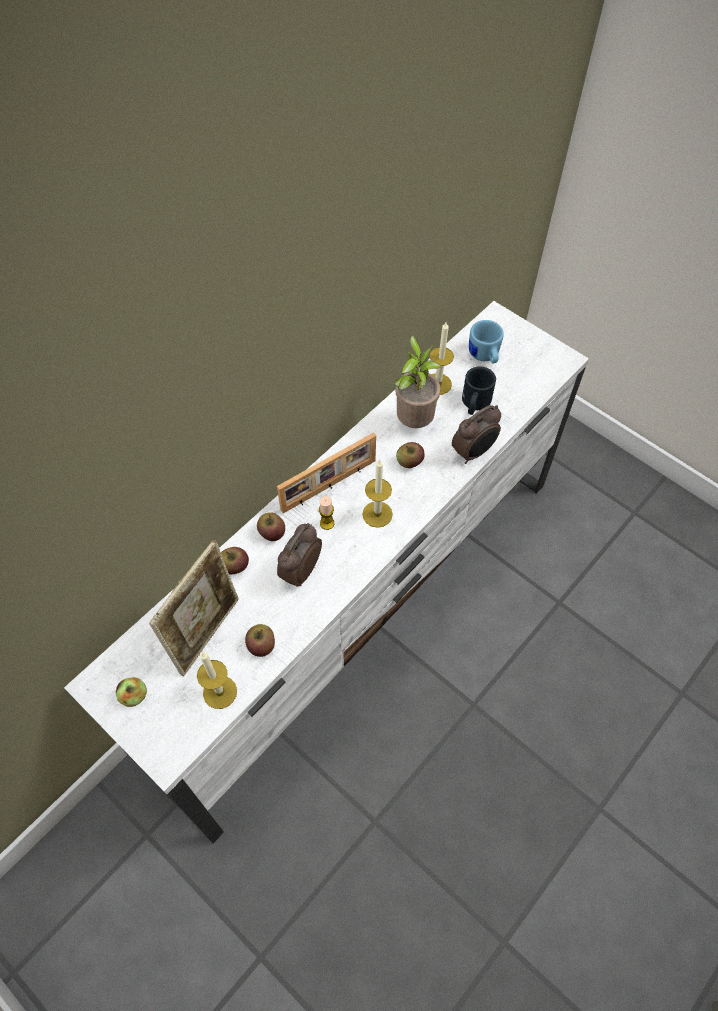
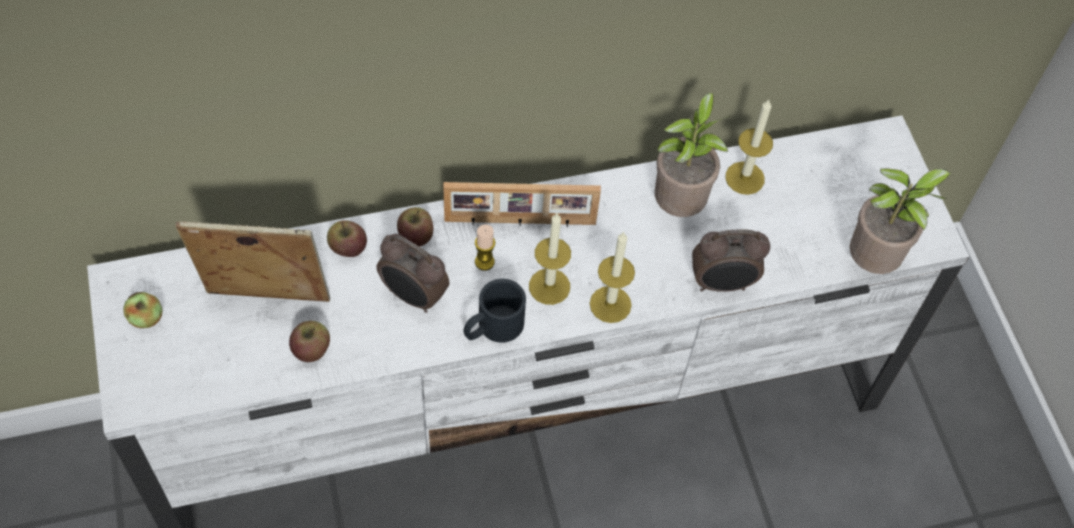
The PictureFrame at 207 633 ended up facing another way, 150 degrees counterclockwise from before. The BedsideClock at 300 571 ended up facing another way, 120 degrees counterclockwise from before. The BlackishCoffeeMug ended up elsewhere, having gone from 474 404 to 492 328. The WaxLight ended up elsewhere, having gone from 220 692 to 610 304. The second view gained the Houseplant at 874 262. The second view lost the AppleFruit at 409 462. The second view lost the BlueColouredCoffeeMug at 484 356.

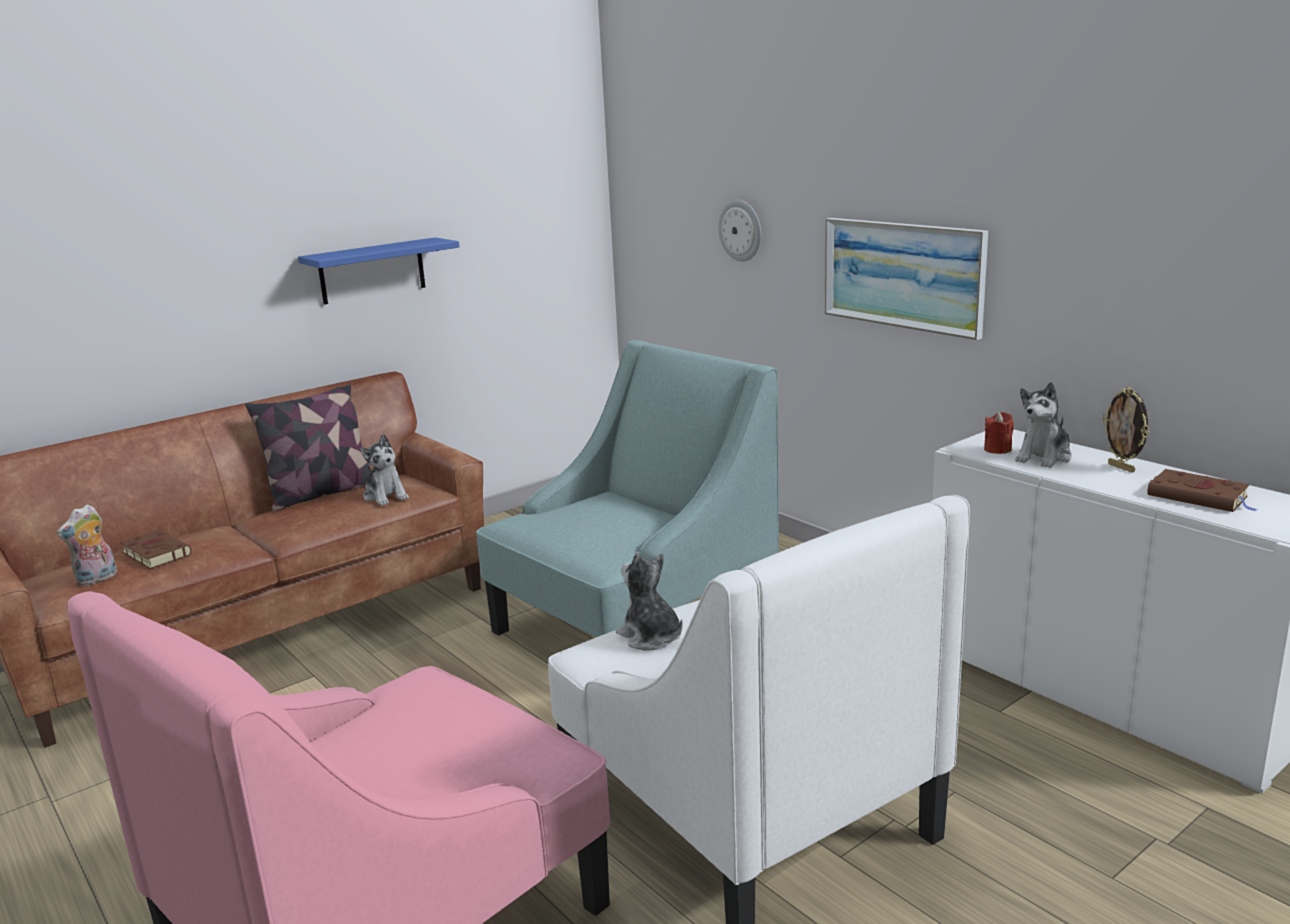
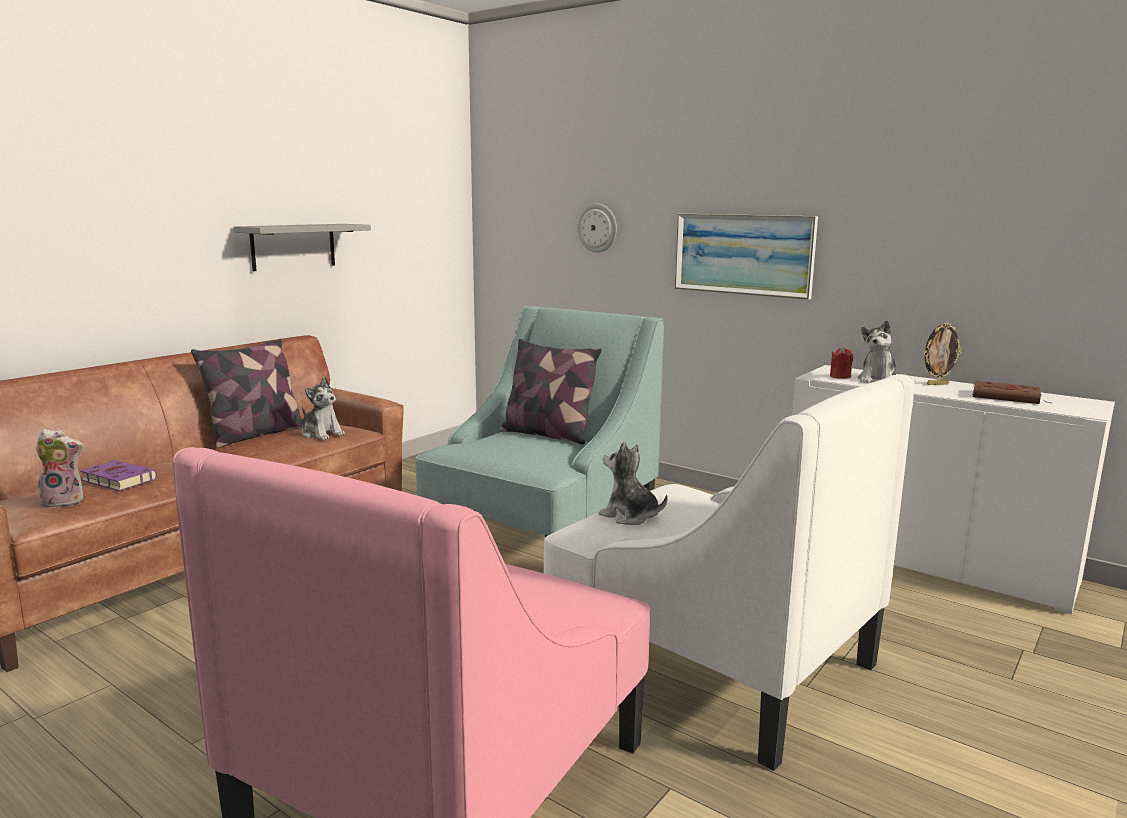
The CuddlyToy at 97 579 ended up facing another way, 120 degrees counterclockwise from before. What was the BrownishBoundBook at 155 553 turned into the PurplishBoundBook at 117 480. What was the BlueColouredShelf at 372 271 turned into the GreyShelf at 293 246. The second view gained the ThrowPillow at 547 434. The PictureFrame at 1122 468 ended up facing another way, 60 degrees counterclockwise from before.

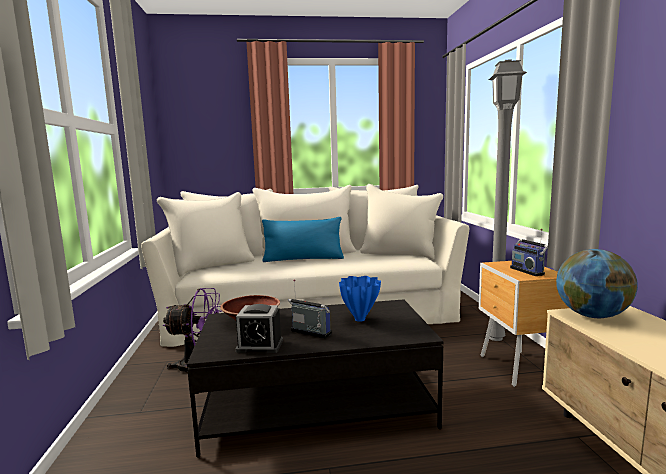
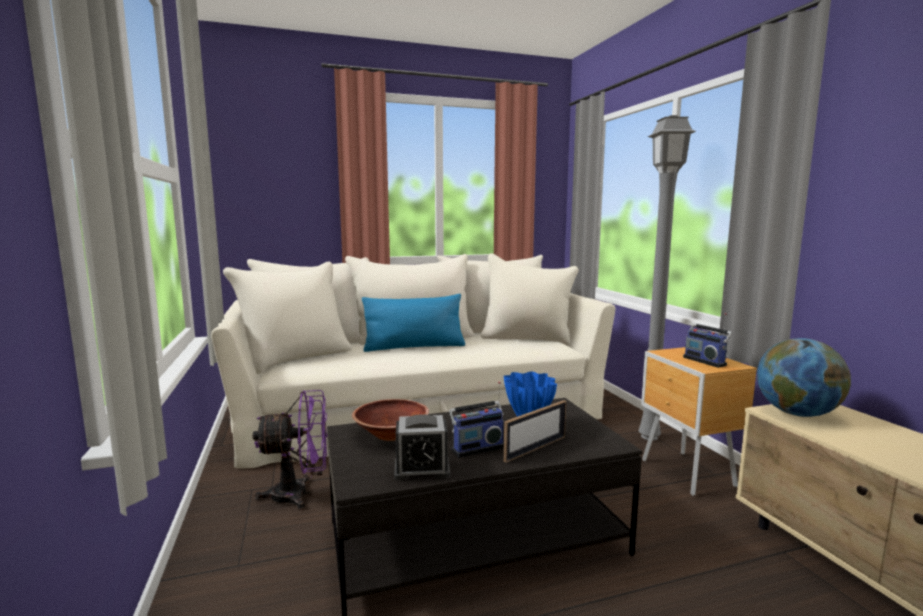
The RadioReceiver at 310 333 ended up facing another way, 135 degrees clockwise from before. The second view gained the PictureFrame at 535 448.

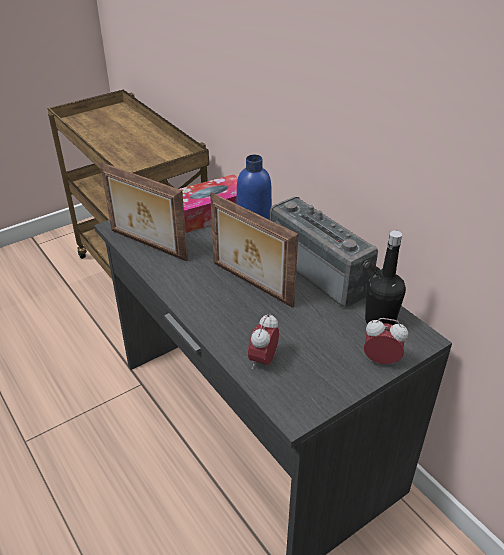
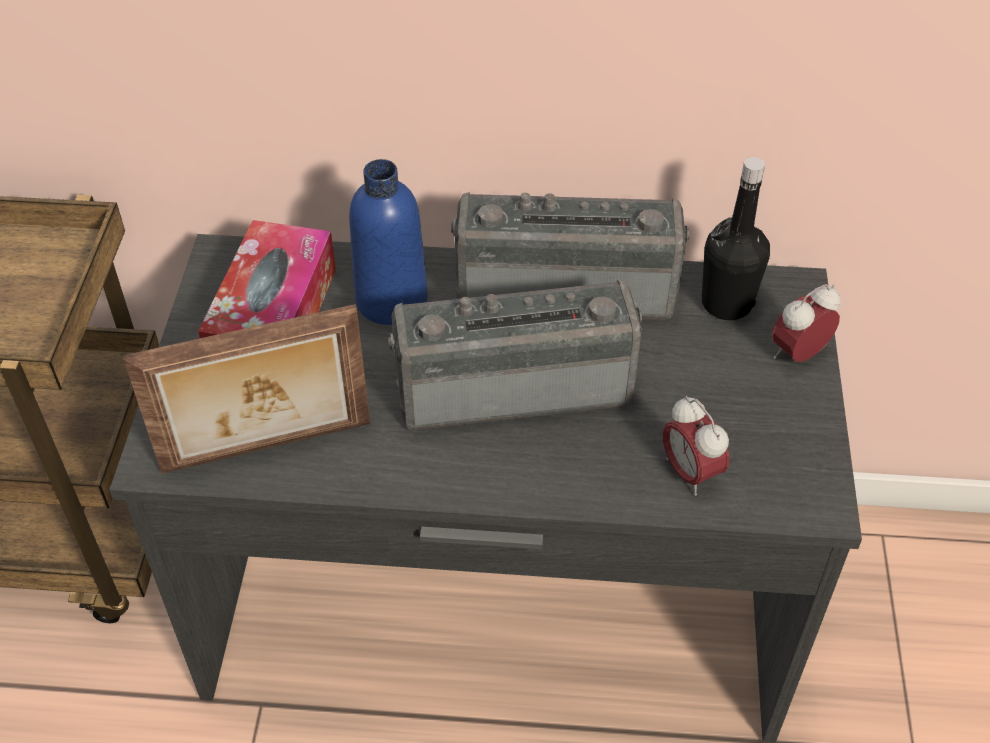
Where the PictureFrame stood at 250 284, the RadioReceiver came to stand at 513 383.

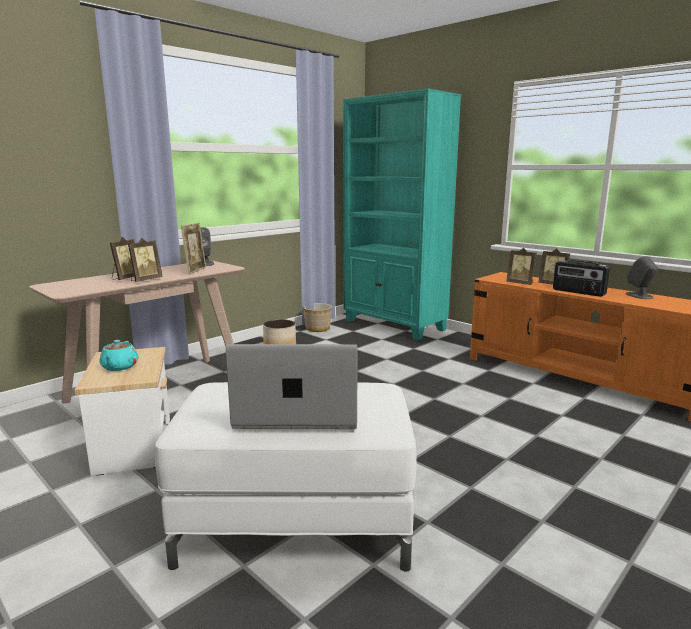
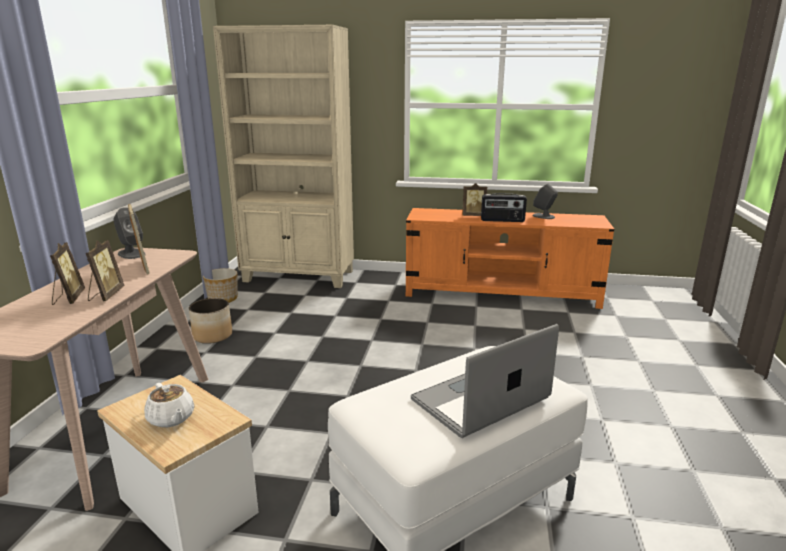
What was the TurquoiseColouredTeaPot at 119 367 turned into the WhitishTeaPot at 171 418. What was the TurquoiseColouredBookcase at 394 325 turned into the BeigeBookcase at 299 276. The second view lost the PictureFrame at 520 284.

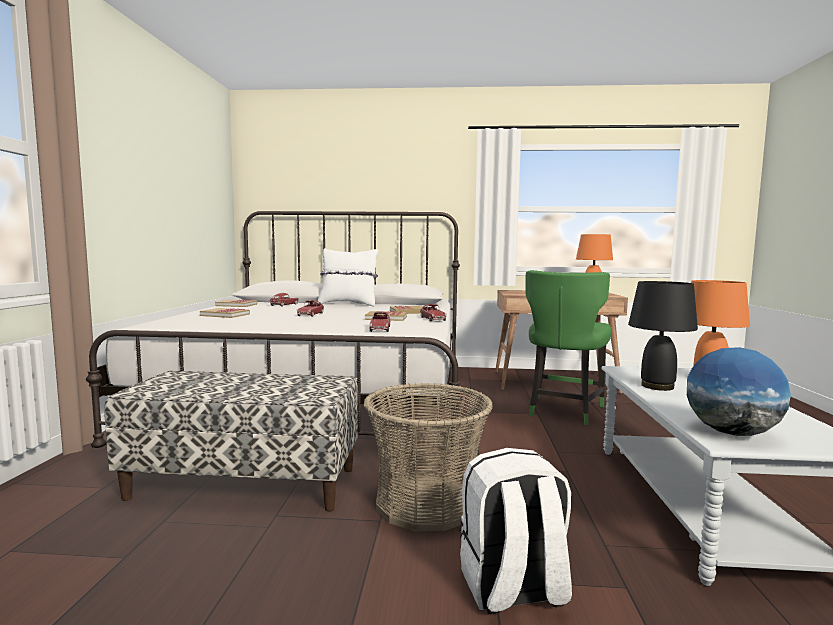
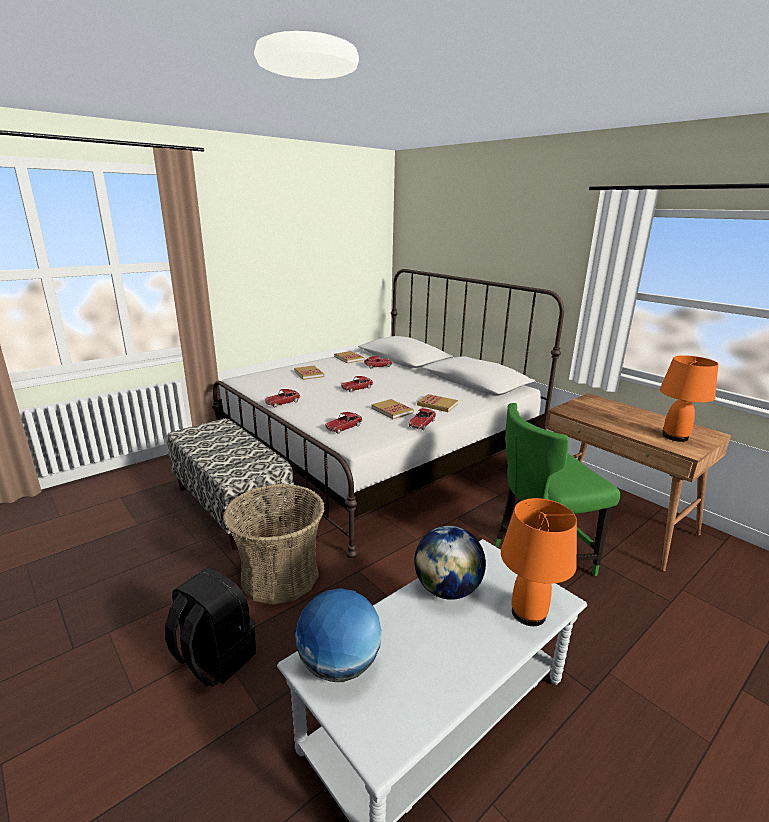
What was the WhitishRucksack at 512 589 turned into the BlackishRucksack at 214 658. The second view gained the MiniatureCar at 282 402. Where the BlackishLampForATable stood at 658 386, the Globe came to stand at 447 589. The second view lost the WhitishThrowPillow at 348 304.

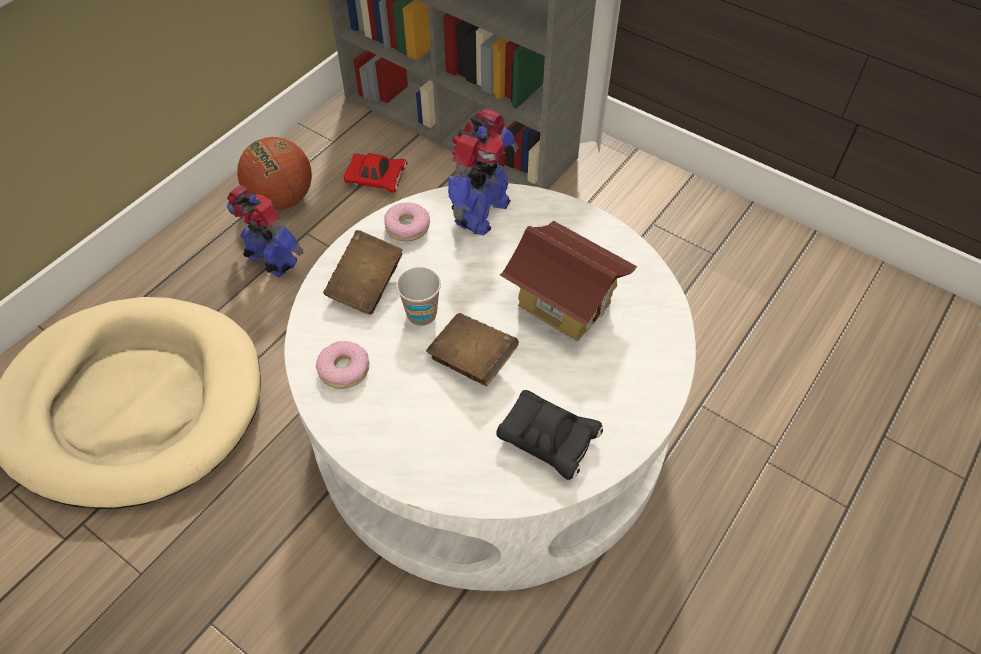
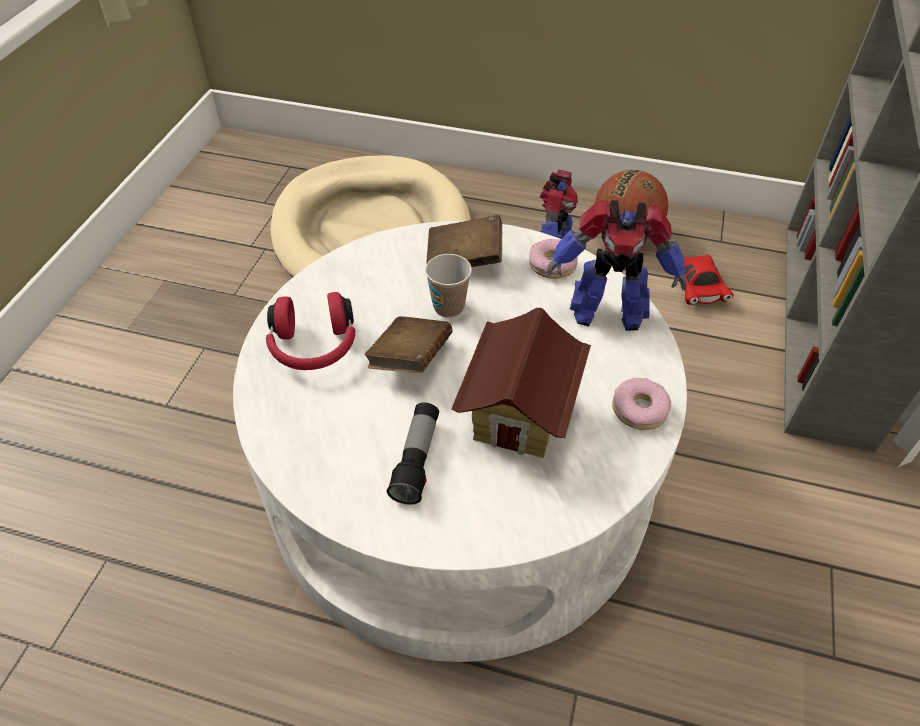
The second view gained the RedHeadset at 314 347. The second view gained the HandTorch at 417 460. The Doughnut ended up elsewhere, having gone from 344 369 to 639 409. The second view lost the BlackishMiniatureCar at 547 441.

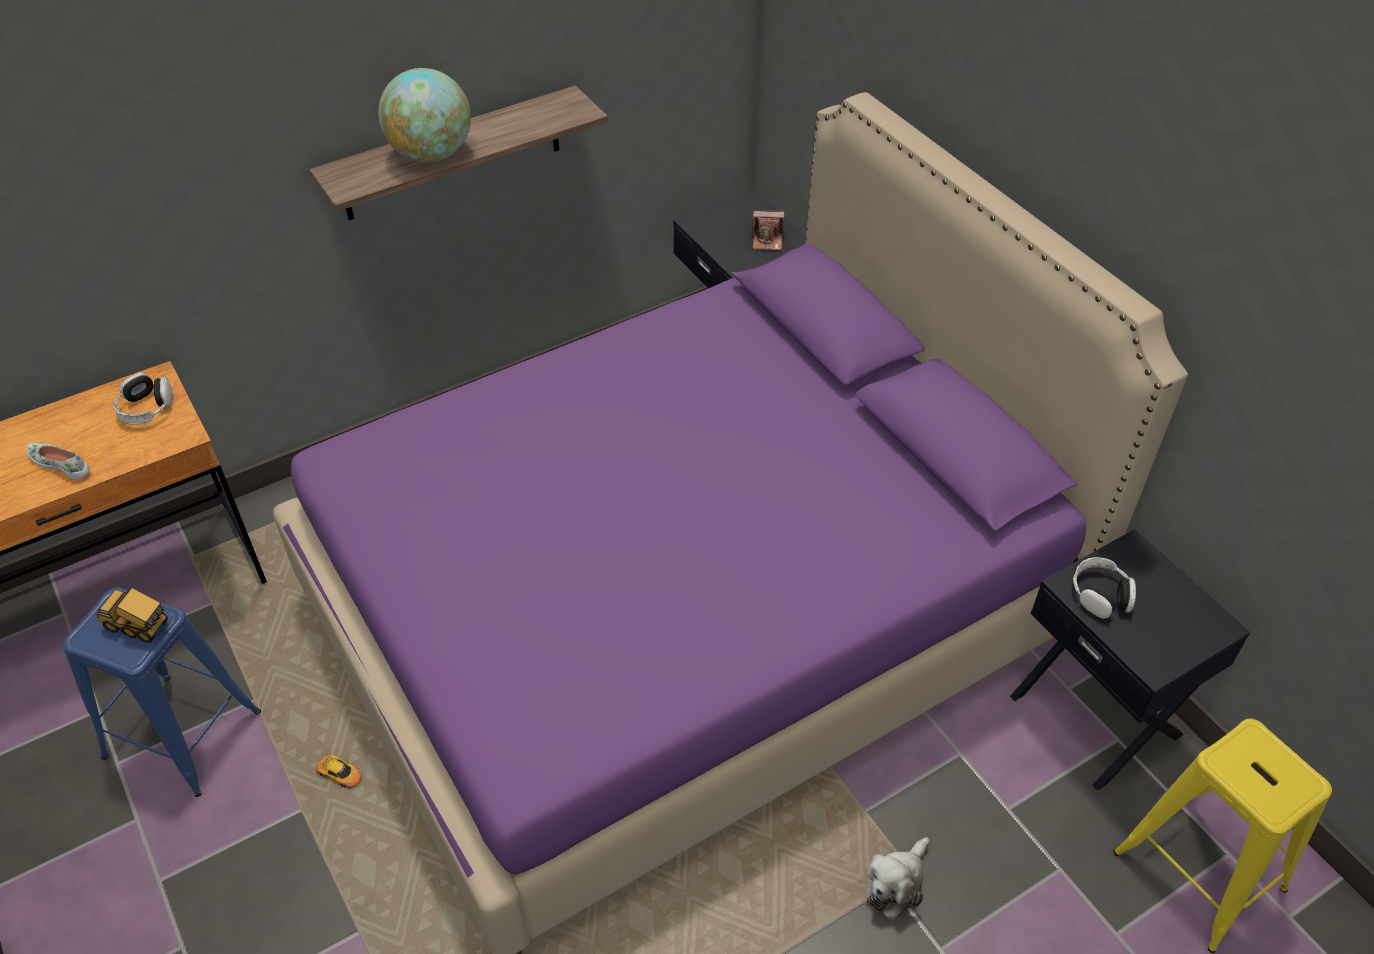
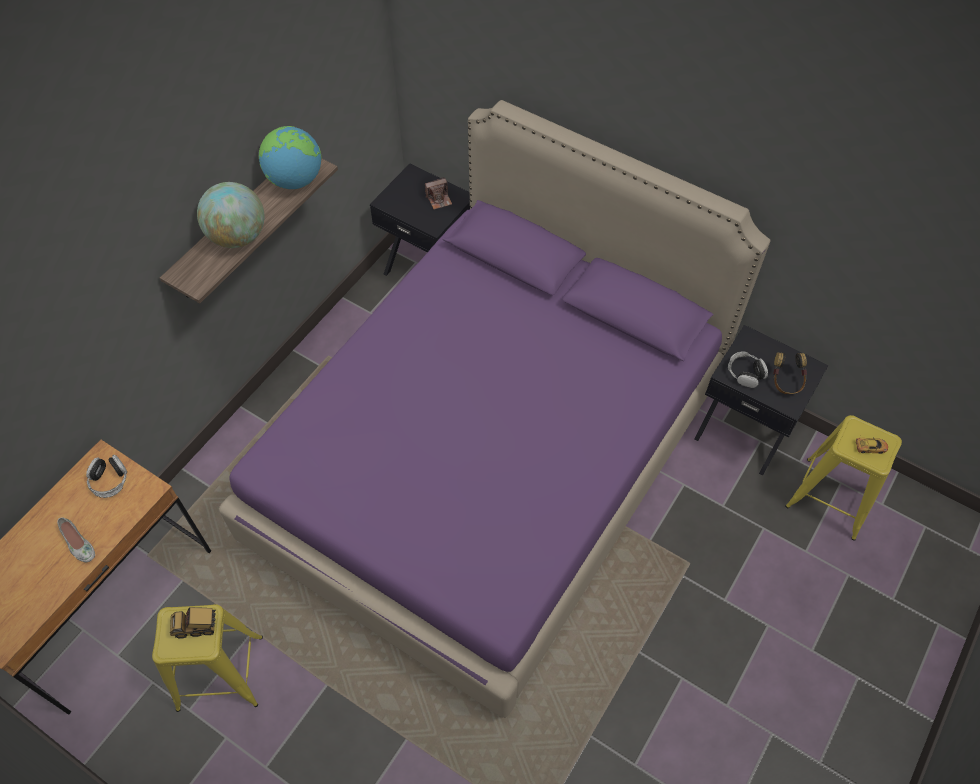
The WhitishShoe at 61 464 ended up facing another way, 135 degrees counterclockwise from before. What was the BlueColouredSittingStool at 182 734 turned into the YellowSittingStool at 220 673. The second view gained the Globe at 295 180. The second view gained the Headset at 786 382. The MiniatureCar ended up elsewhere, having gone from 340 774 to 870 447. The second view lost the CuddlyToy at 895 883.

